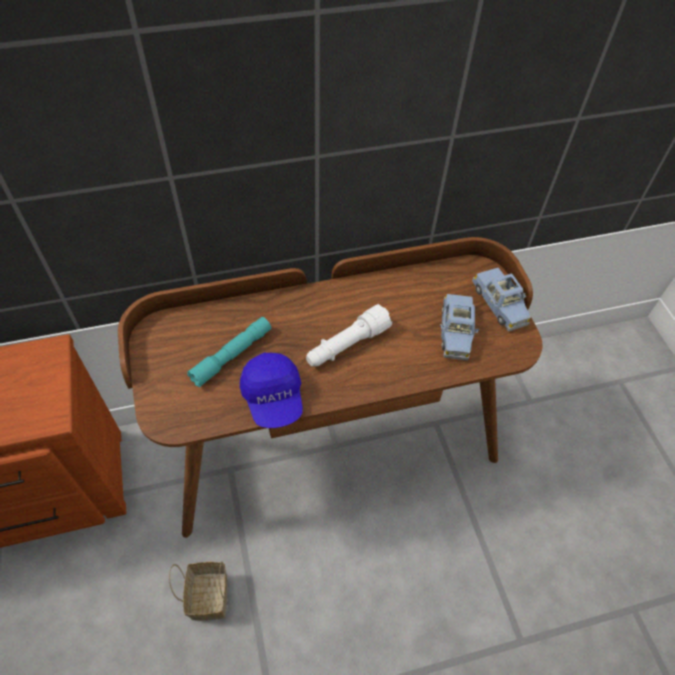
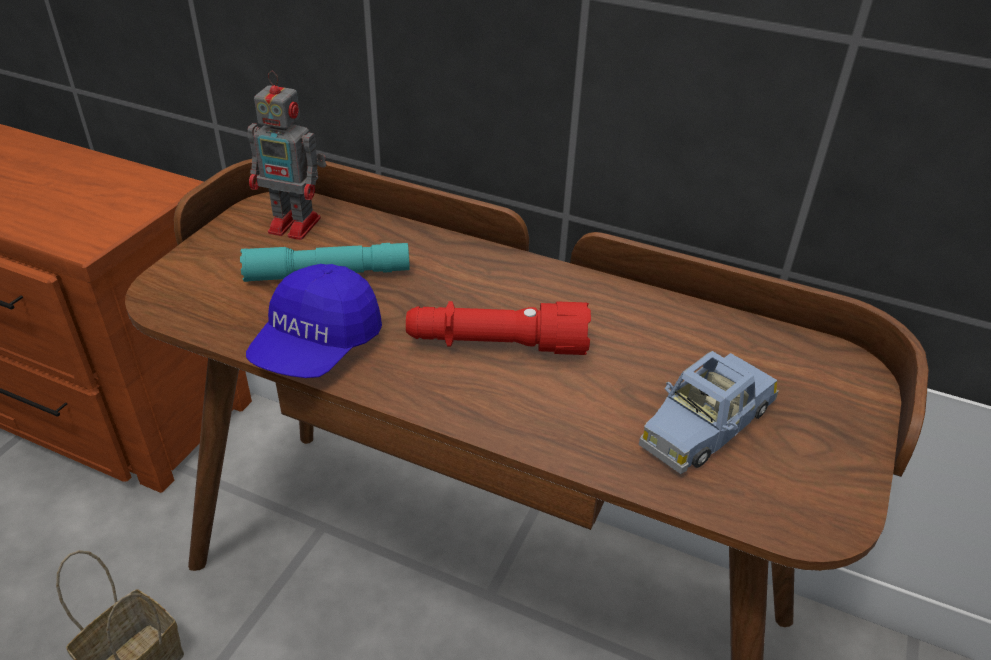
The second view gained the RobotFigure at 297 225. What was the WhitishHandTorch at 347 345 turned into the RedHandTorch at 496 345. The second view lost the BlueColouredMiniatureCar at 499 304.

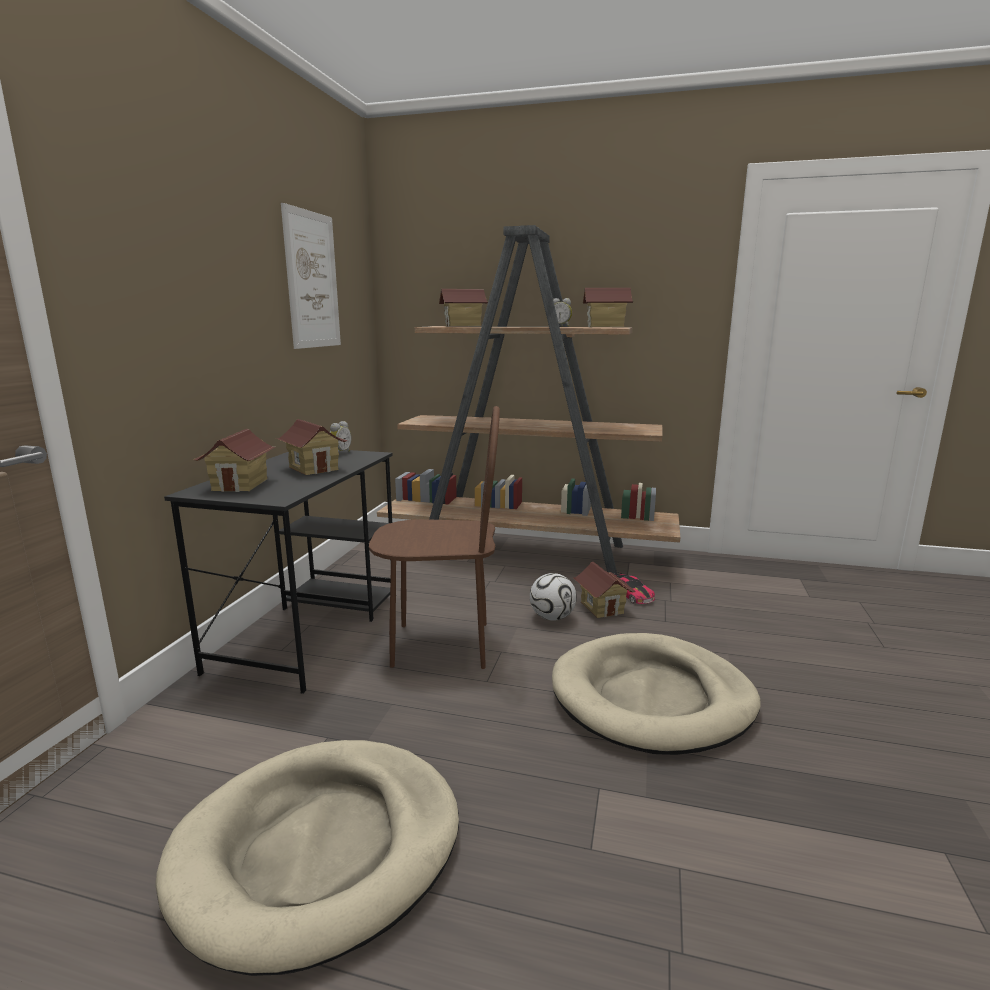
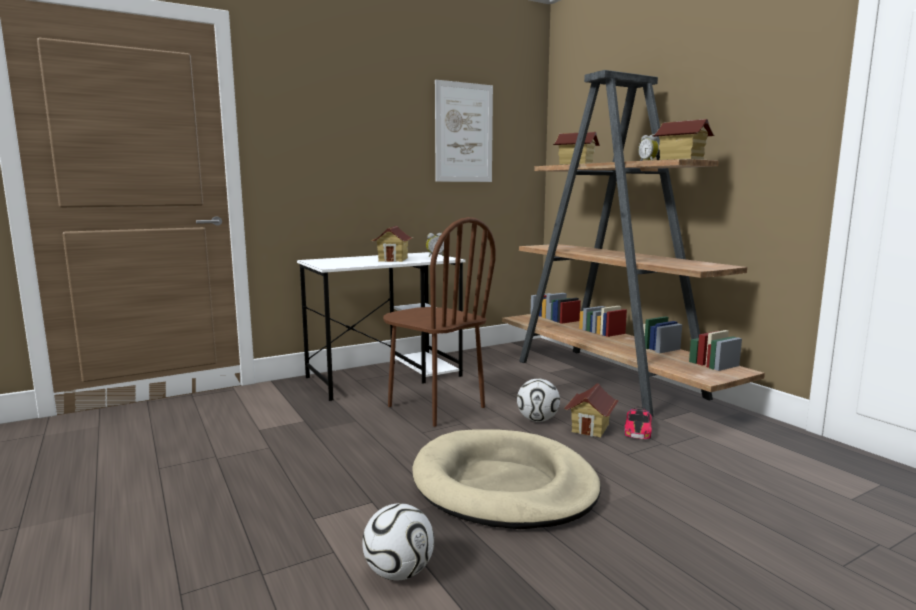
What was the BlackishDesk at 310 629 turned into the WhitishDesk at 385 376. The second view gained the Football at 399 573. The second view lost the BeigeDogCushion at 320 850. The second view lost the MiniatureHouse at 241 485.

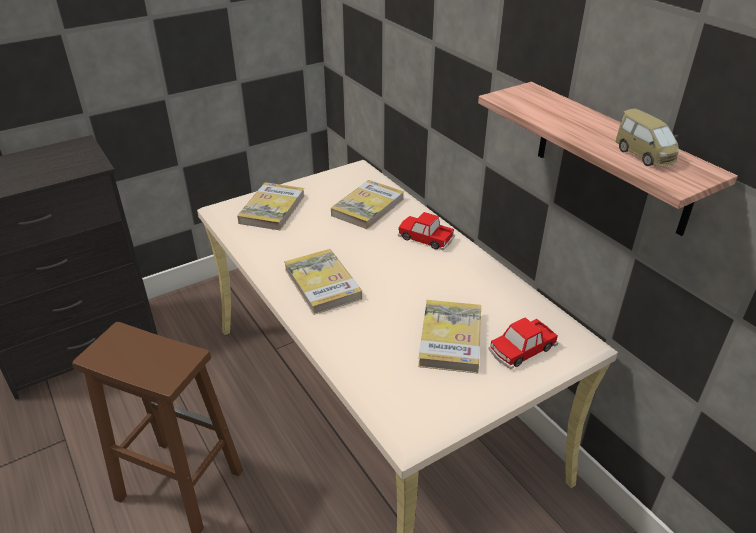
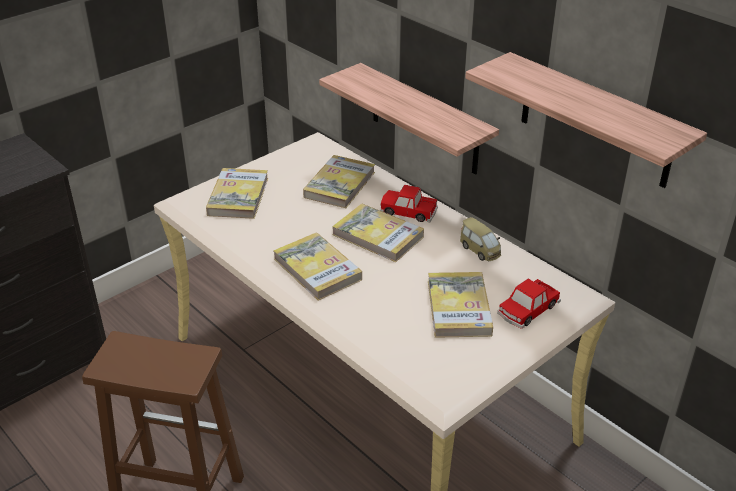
The second view gained the Shelf at 424 120. The second view gained the BoundBook at 378 236. The MiniatureCar ended up elsewhere, having gone from 644 155 to 480 250.

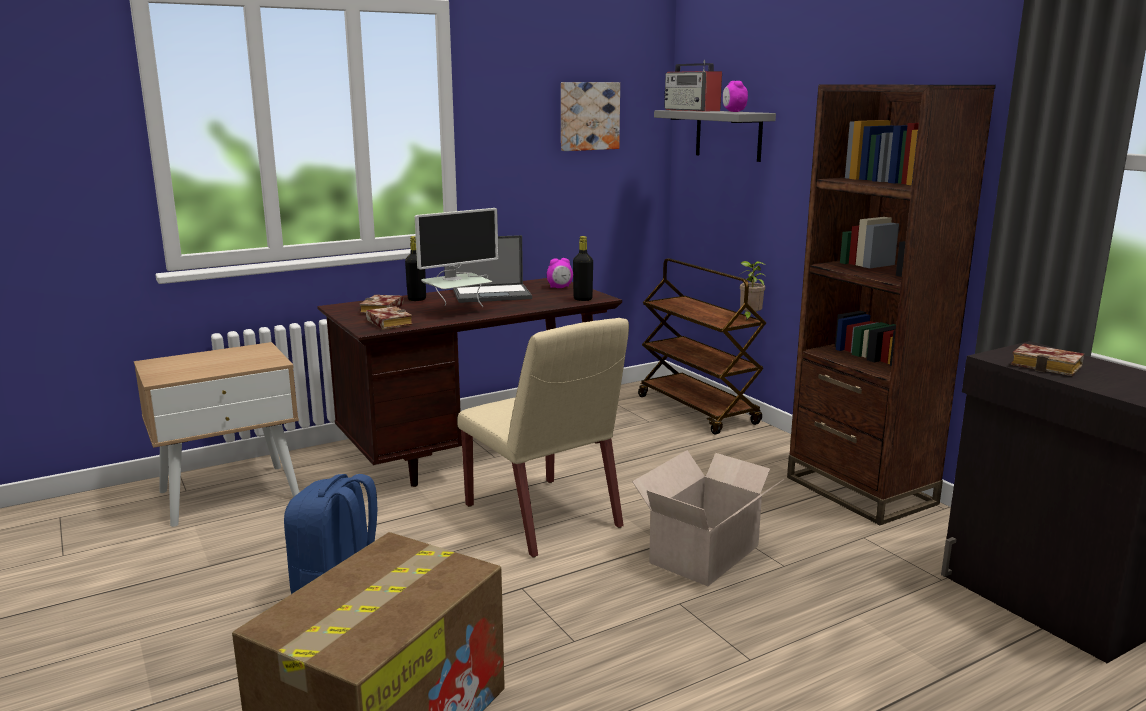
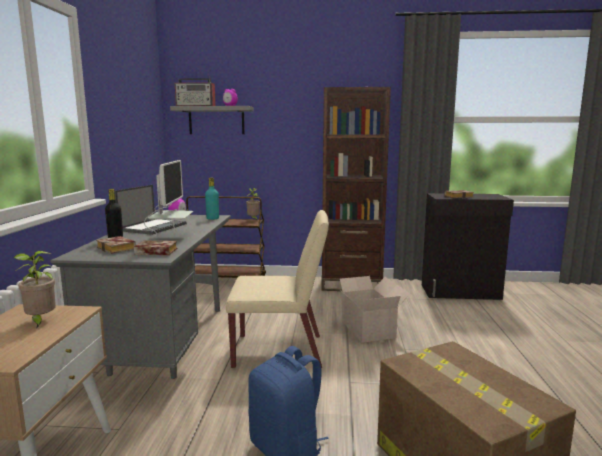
The second view gained the Houseplant at 40 321. What was the BrownishDesk at 477 452 turned into the GreyDesk at 166 344. What was the BlackishBeverageBottle at 582 299 turned into the TurquoiseColouredBeverageBottle at 212 218. The second view lost the WallArt at 588 116.

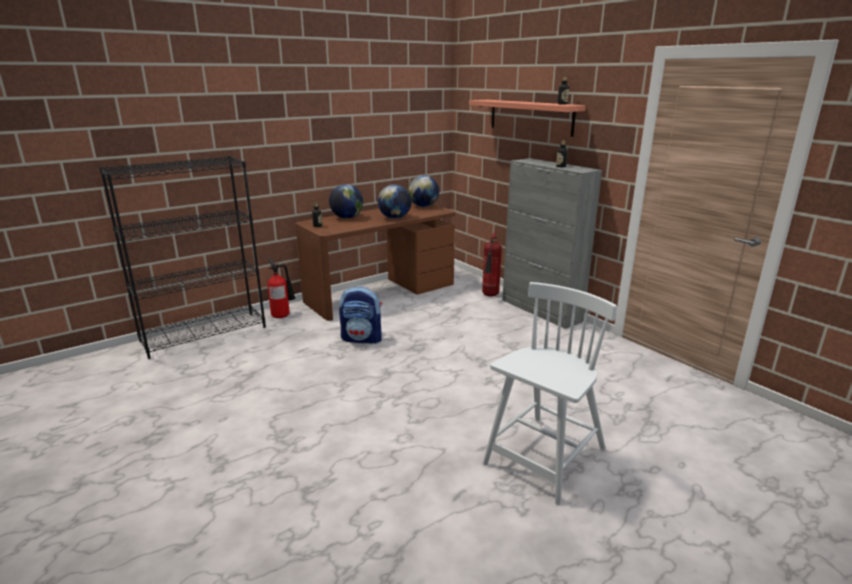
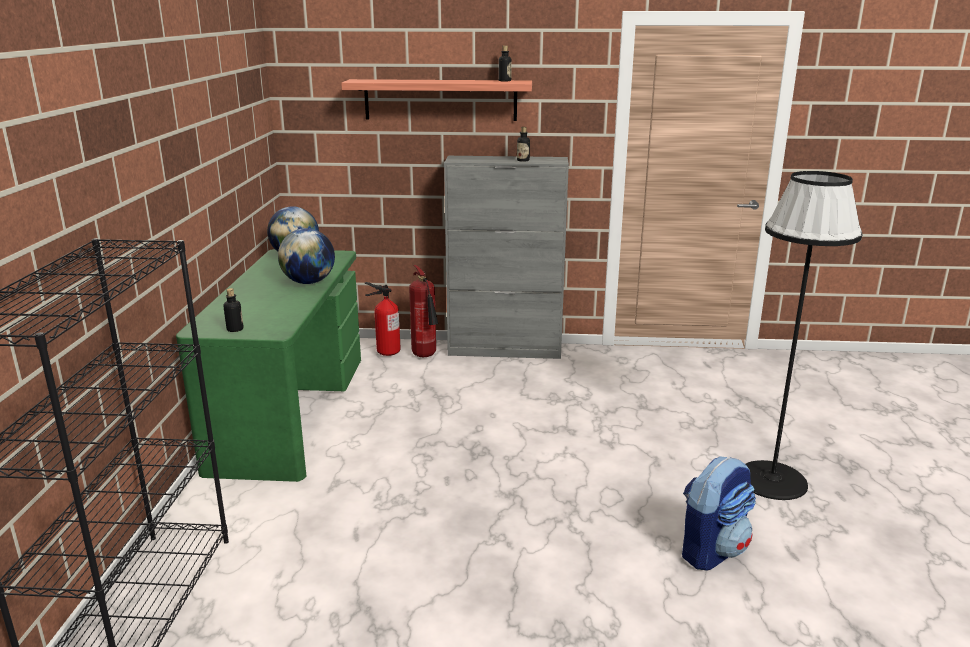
What was the BrownishDesk at 380 293 turned into the GreenishDesk at 290 411. The FireExtinguisher ended up elsewhere, having gone from 283 315 to 387 352. The Rucksack ended up elsewhere, having gone from 362 339 to 711 550. Where the WhitishPlainChair stood at 544 458, the BlackishFloorLamp came to stand at 772 480. The second view lost the Globe at 347 218.

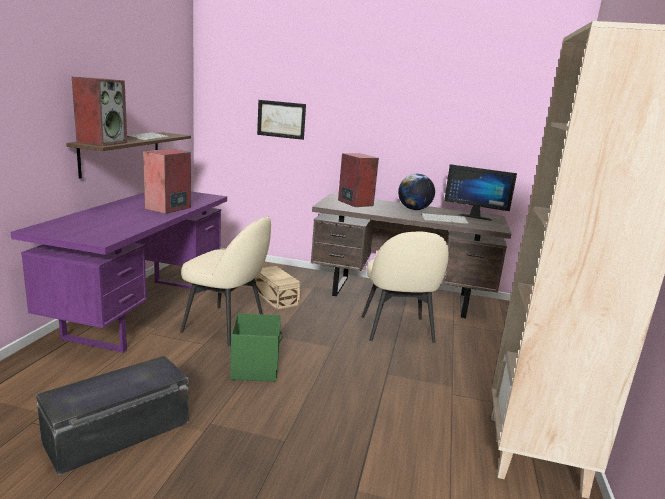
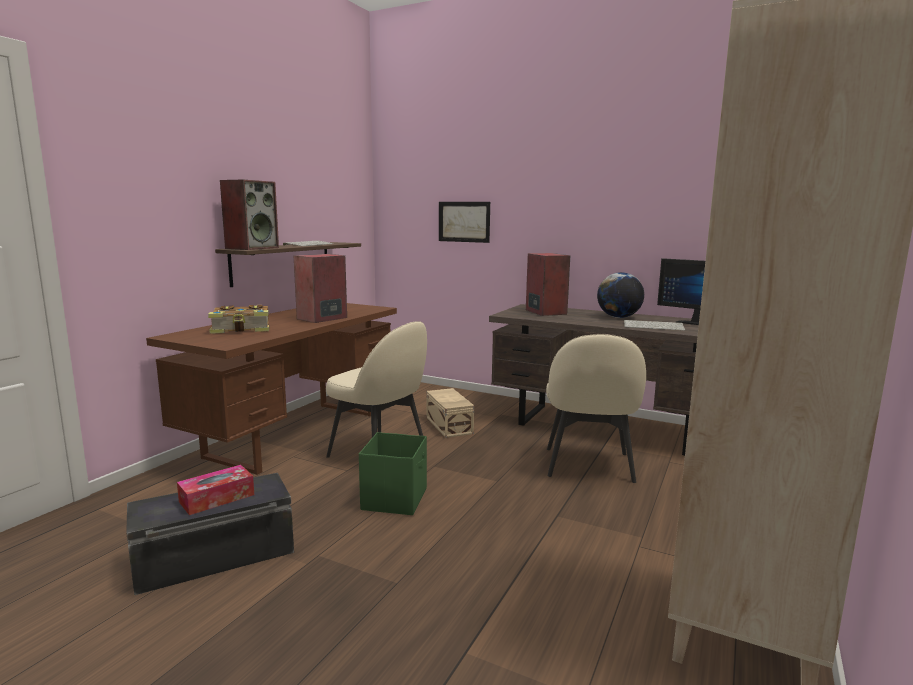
What was the PurplishDesk at 142 311 turned into the BrownishDesk at 296 433. The second view gained the TissueBox at 217 498. The second view gained the BoundBook at 242 329.

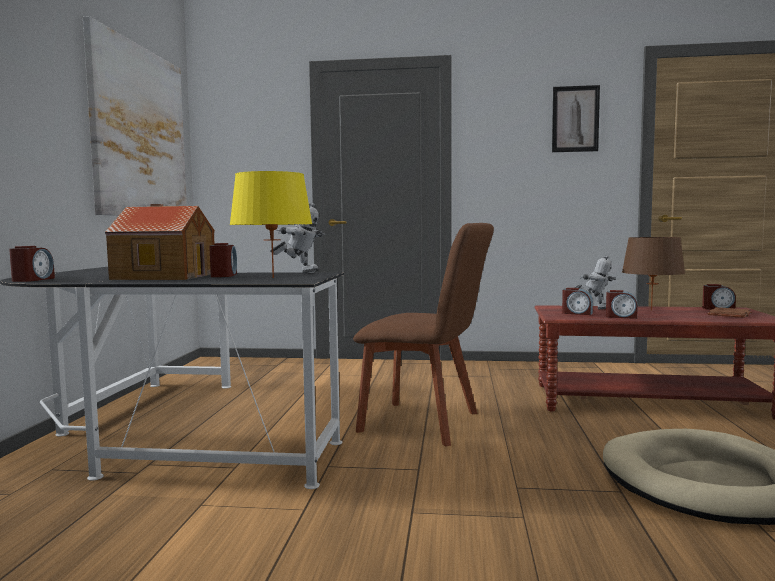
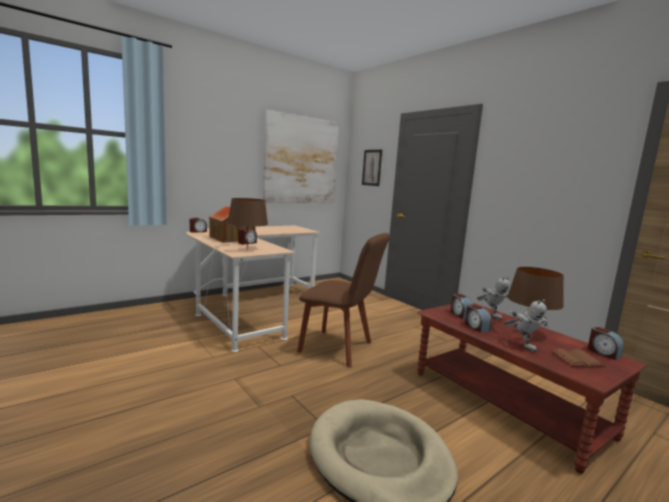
What was the BlackishDesk at 170 433 turned into the BeigeDesk at 249 308. What was the YellowLampForATable at 273 278 turned into the BrownishLampForATable at 247 249. The BrownishPlainChair at 425 423 ended up facing another way, 45 degrees counterclockwise from before. The WallArt ended up elsewhere, having gone from 575 119 to 372 167. The RobotFigure ended up elsewhere, having gone from 300 272 to 523 345.

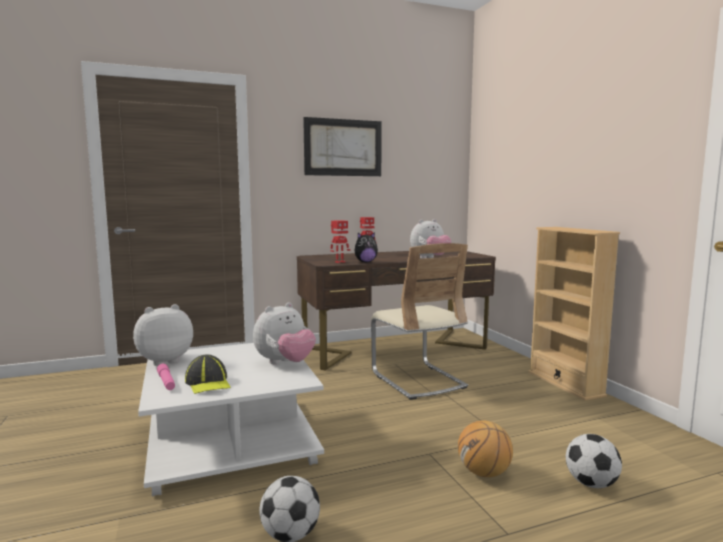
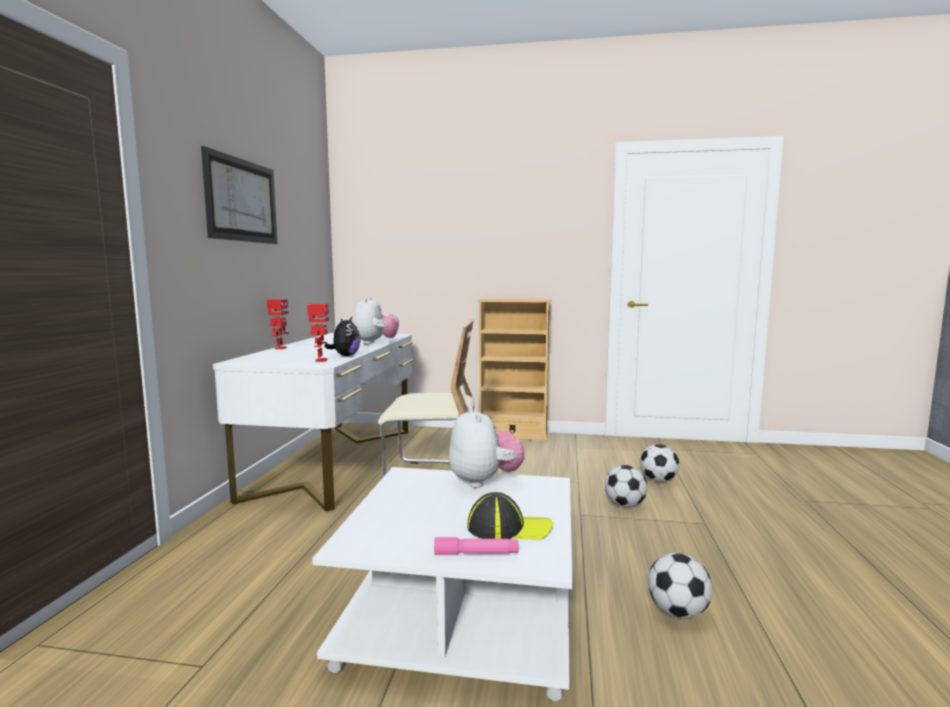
What was the BrownishDesk at 394 348 turned into the WhitishDesk at 335 461. Where the BallForBasketball stood at 484 473, the Football came to stand at 625 505. The second view lost the CuddlyToy at 164 360.

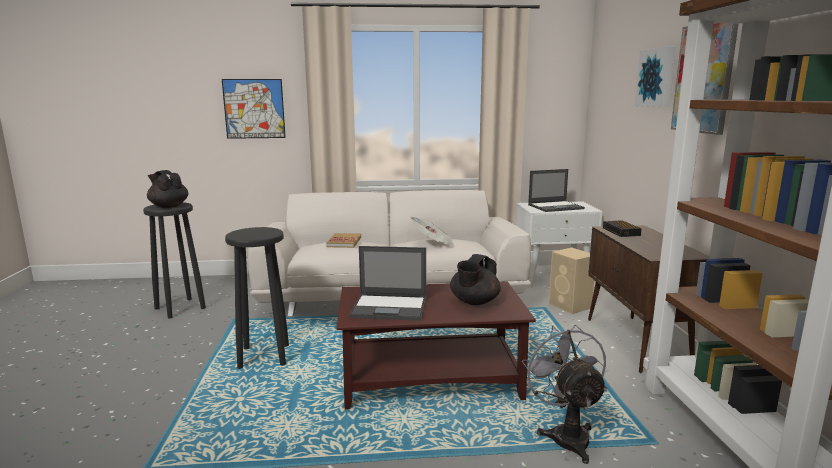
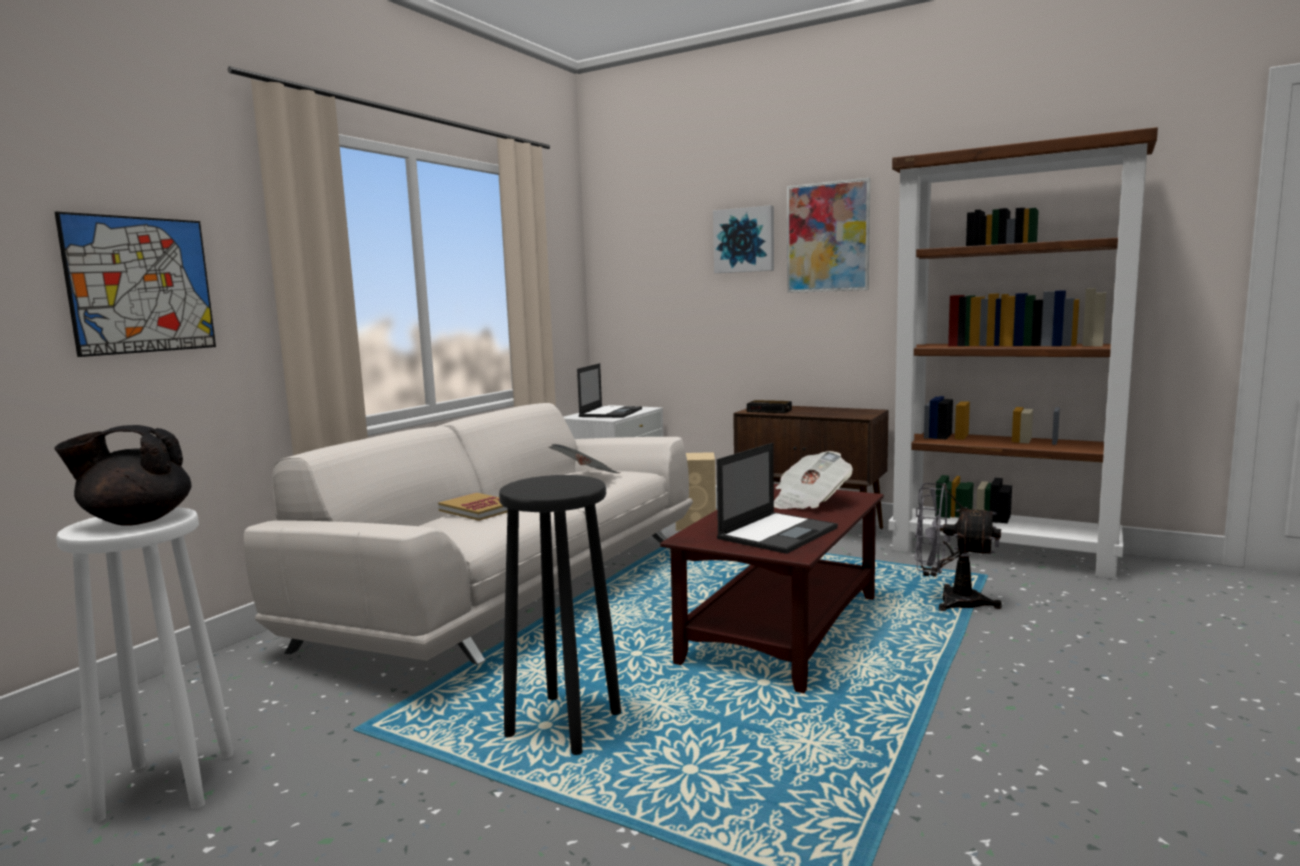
What was the BlackishSittingStool at 181 308 turned into the WhitishSittingStool at 168 784. Where the BlackishTeaPot stood at 474 302, the PrintedPaper came to stand at 809 502.

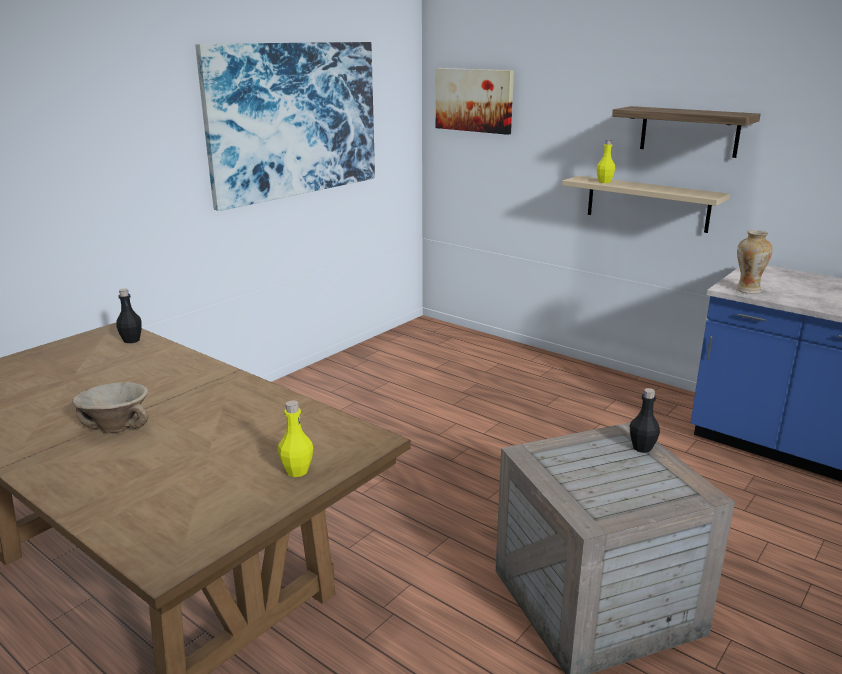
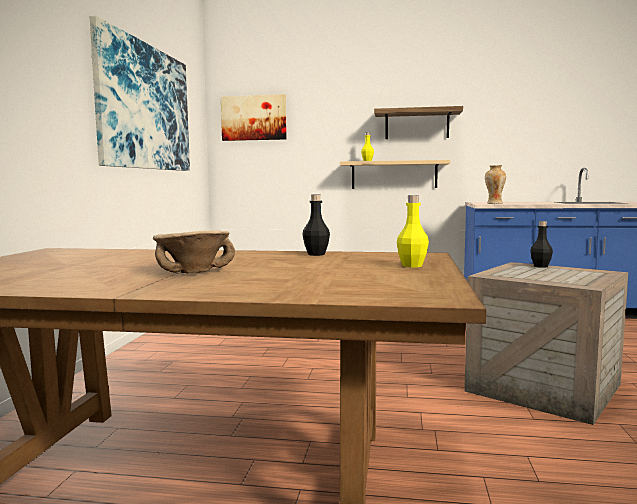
The BlackishBeverageBottle ended up elsewhere, having gone from 131 340 to 316 254.

